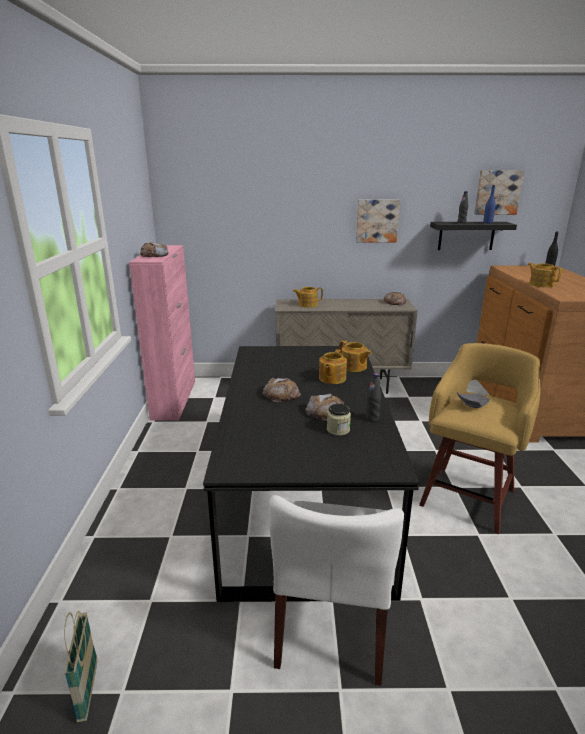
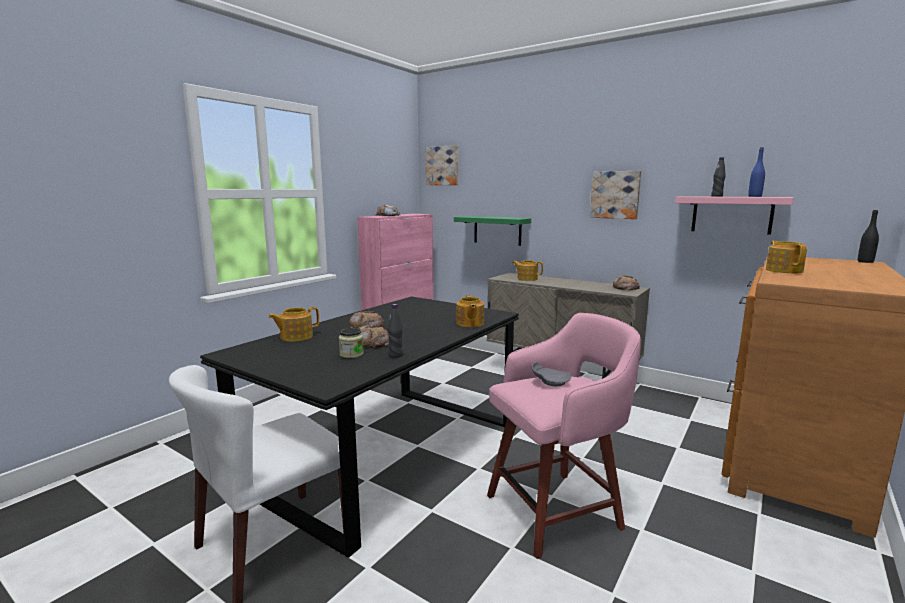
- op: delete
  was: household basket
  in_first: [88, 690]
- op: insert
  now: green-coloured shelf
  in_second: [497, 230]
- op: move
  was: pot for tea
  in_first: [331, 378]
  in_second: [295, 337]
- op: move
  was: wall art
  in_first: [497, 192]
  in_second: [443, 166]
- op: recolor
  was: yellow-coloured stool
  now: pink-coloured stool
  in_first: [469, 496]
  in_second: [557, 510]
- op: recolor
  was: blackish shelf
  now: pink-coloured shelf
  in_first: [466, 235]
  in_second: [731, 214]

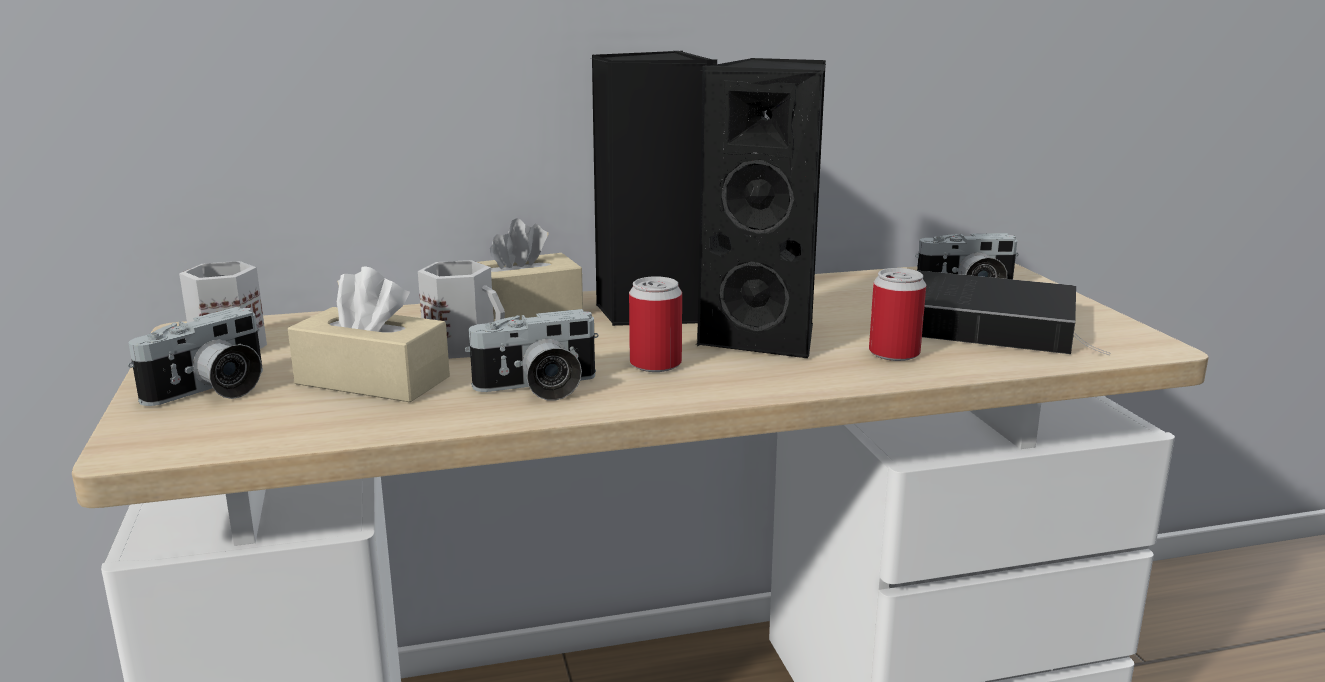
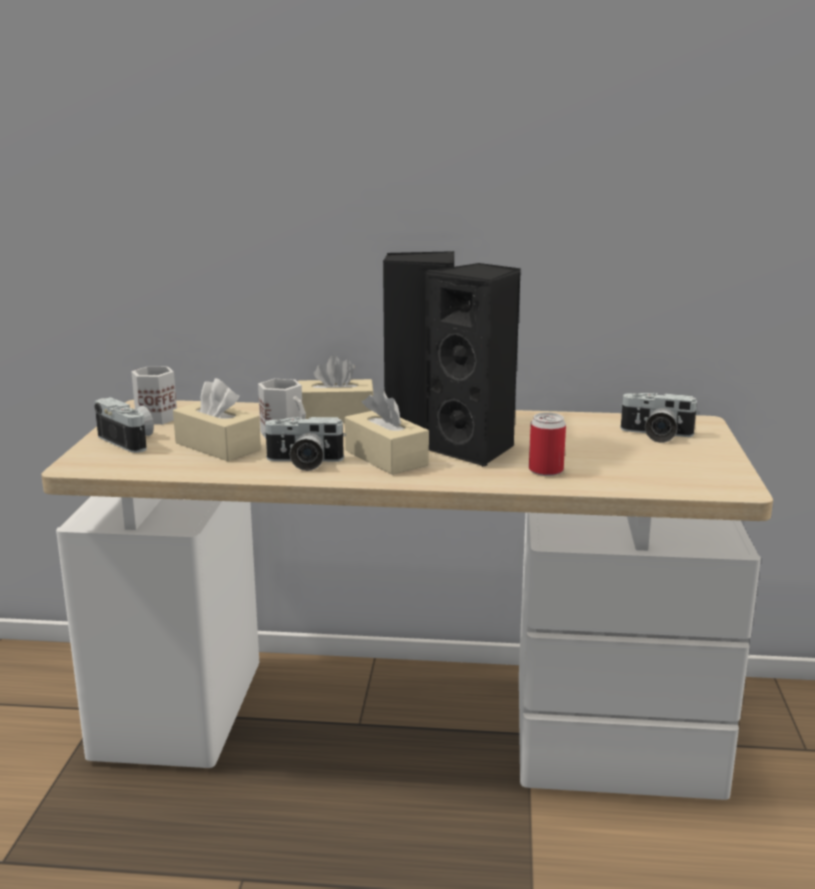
- op: delete
  was: bound book
  in_first: [987, 324]
- op: replace
  was: can
  now: sand-coloured box of tissues
  in_first: [655, 364]
  in_second: [386, 458]
- op: rotate
  was: still camera
  in_first: [212, 391]
  in_second: [131, 441]
  clockwise: -105

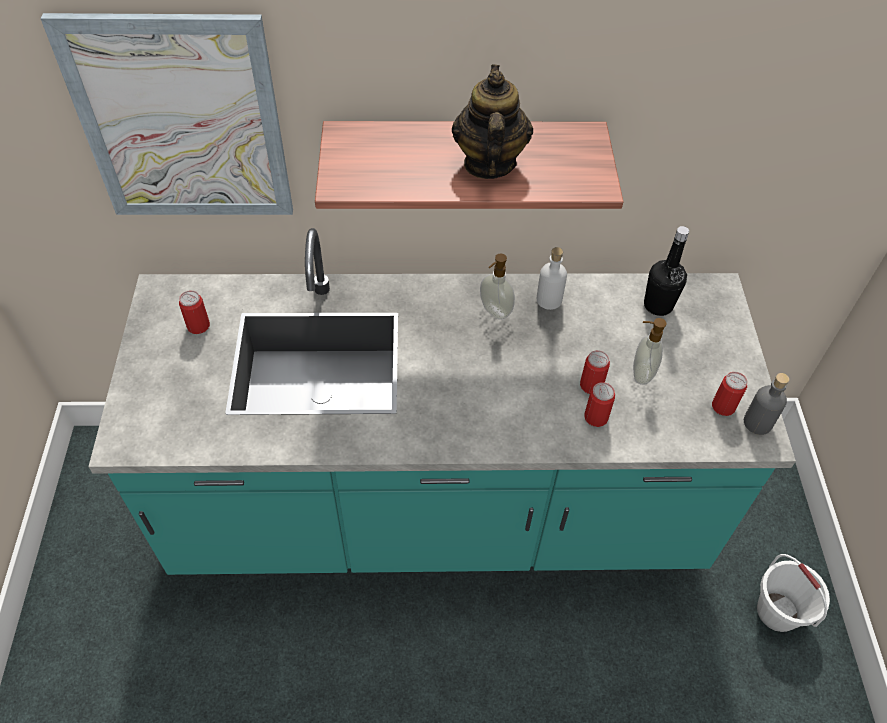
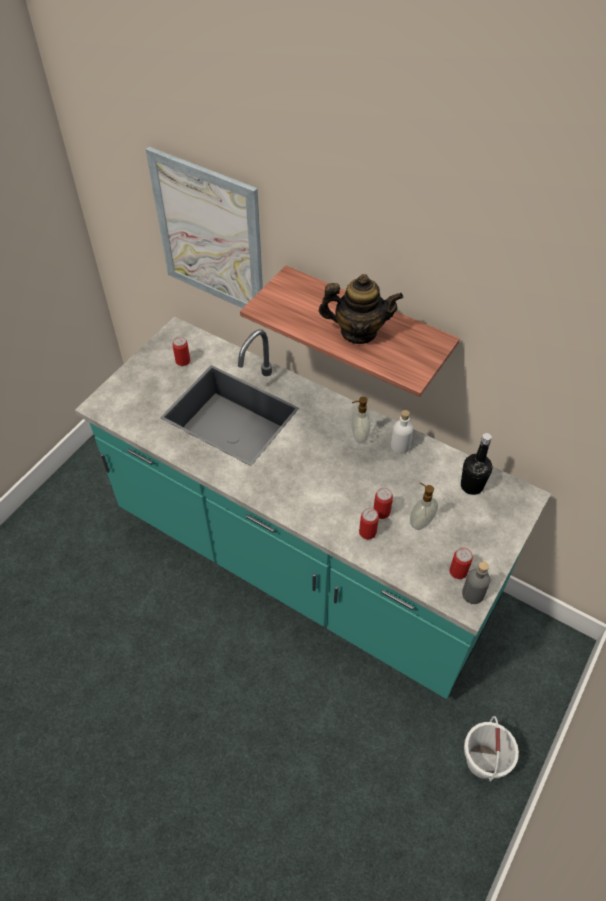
- op: rotate
  was: pot for tea
  in_first: [489, 163]
  in_second: [358, 332]
  clockwise: 60

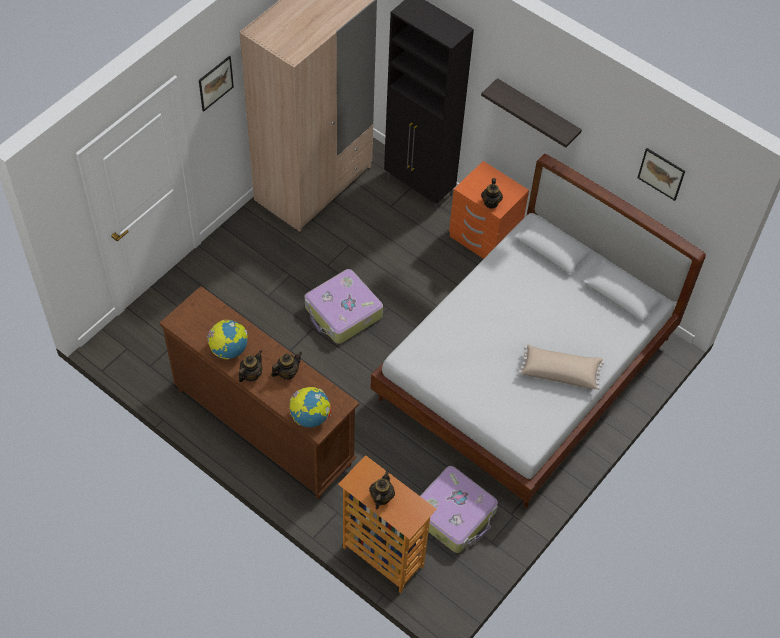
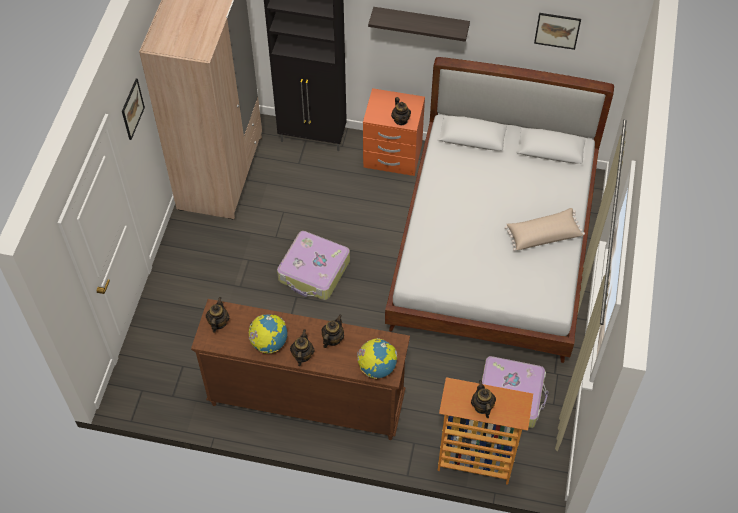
- op: insert
  now: pot for tea
  in_second: [218, 323]

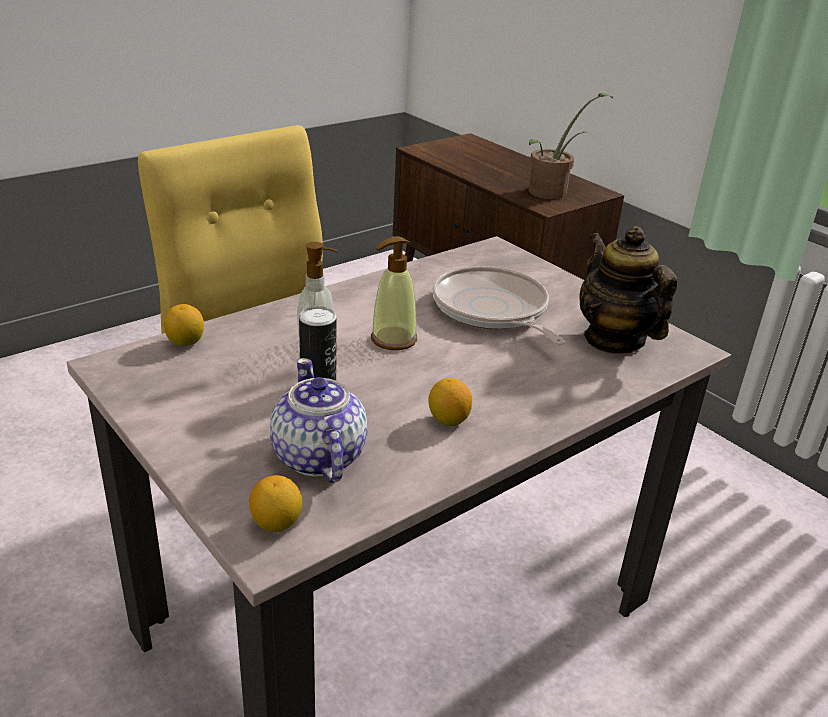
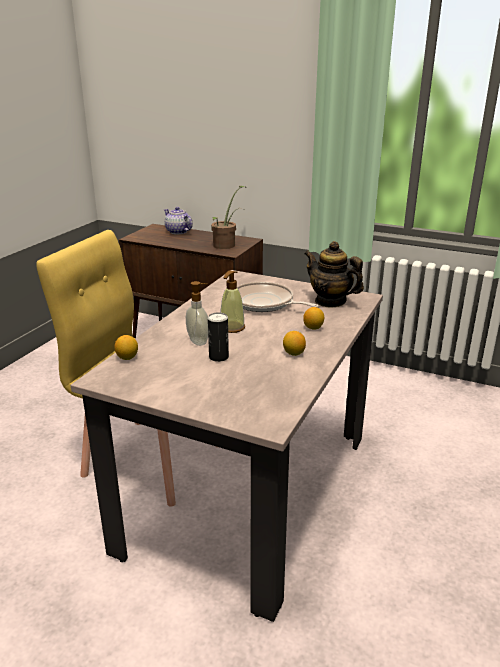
- op: move
  was: citrus fruit
  in_first: [276, 523]
  in_second: [313, 328]
- op: move
  was: pot for tea
  in_first: [318, 457]
  in_second: [178, 232]

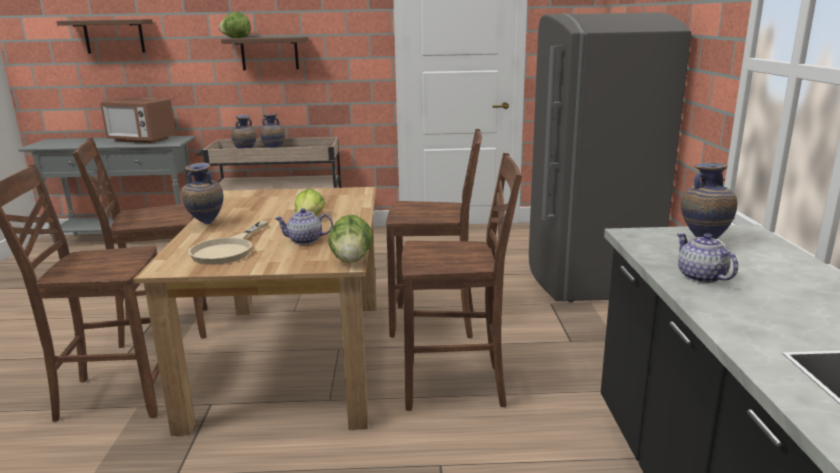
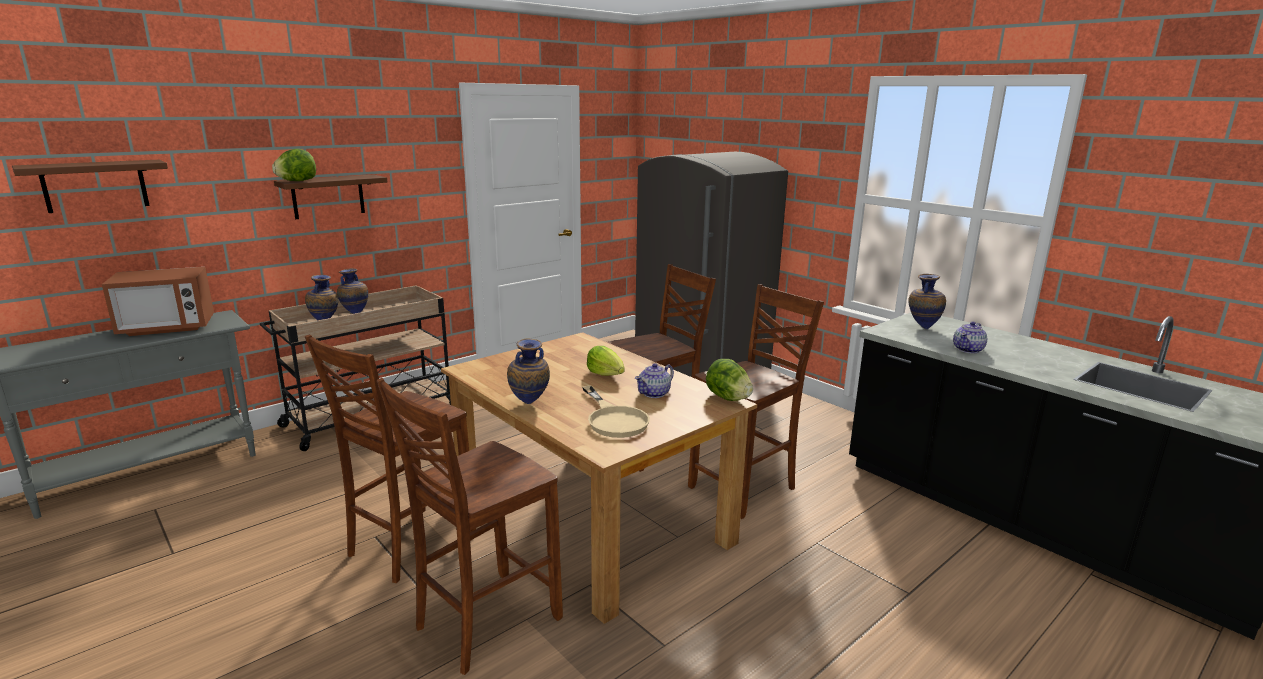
- op: rotate
  was: pot for tea
  in_first: [701, 277]
  in_second: [968, 350]
  clockwise: -75

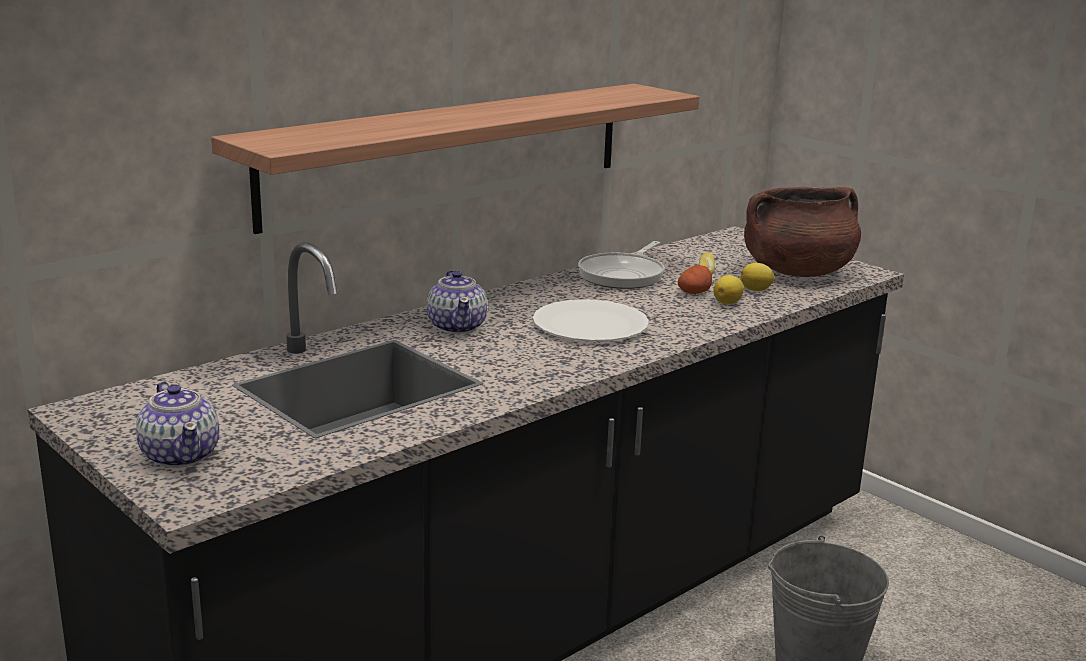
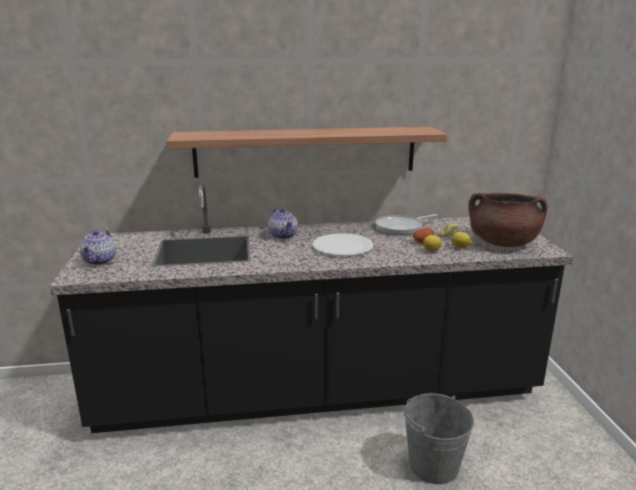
- op: rotate
  was: pot for tea
  in_first: [457, 326]
  in_second: [283, 235]
  clockwise: -45

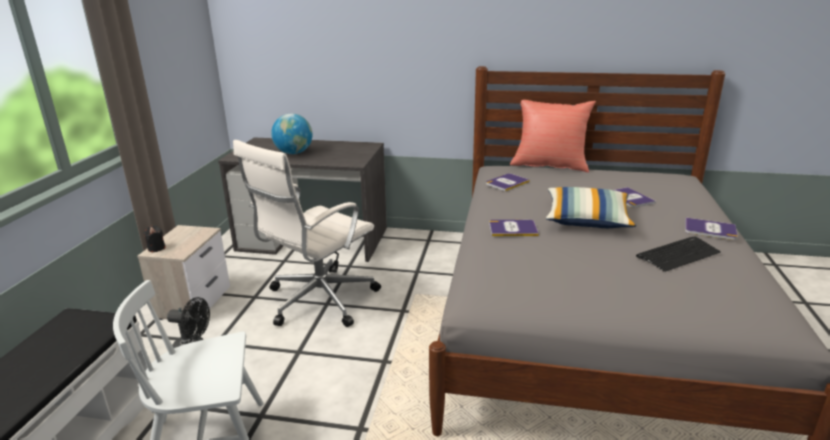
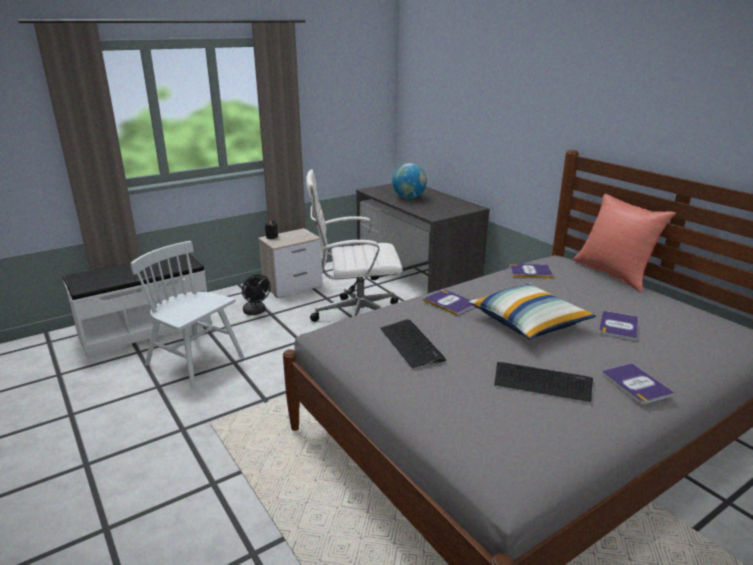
- op: insert
  now: keyboard
  in_second: [412, 344]

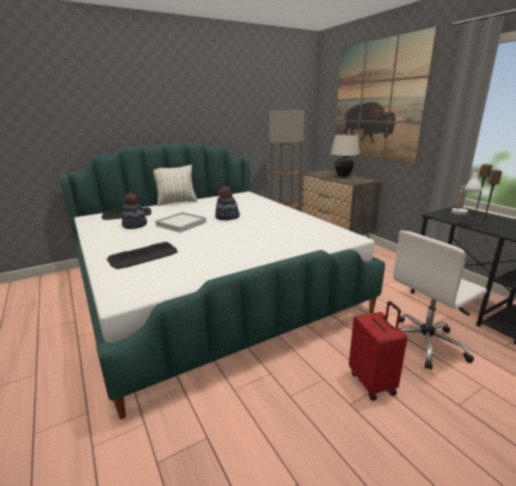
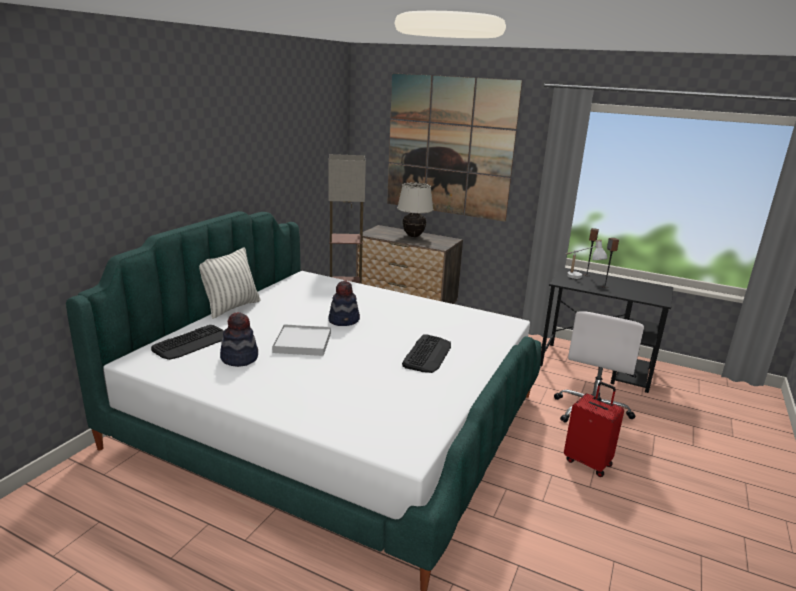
- op: move
  was: keyboard
  in_first: [144, 256]
  in_second: [427, 354]

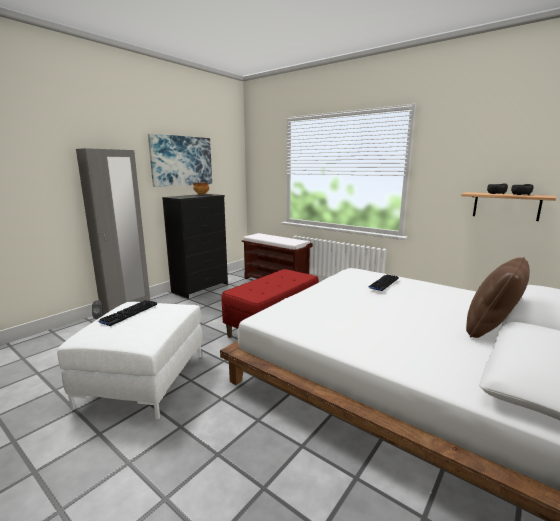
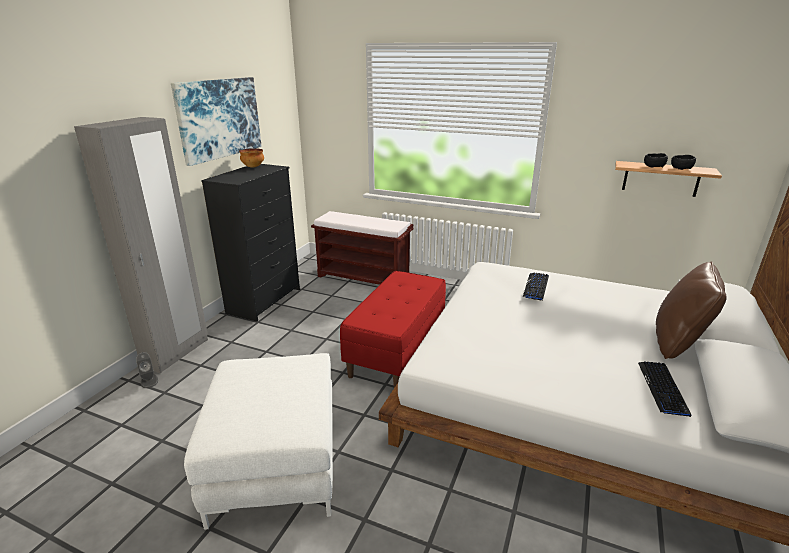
- op: move
  was: keyboard
  in_first: [128, 313]
  in_second: [662, 388]

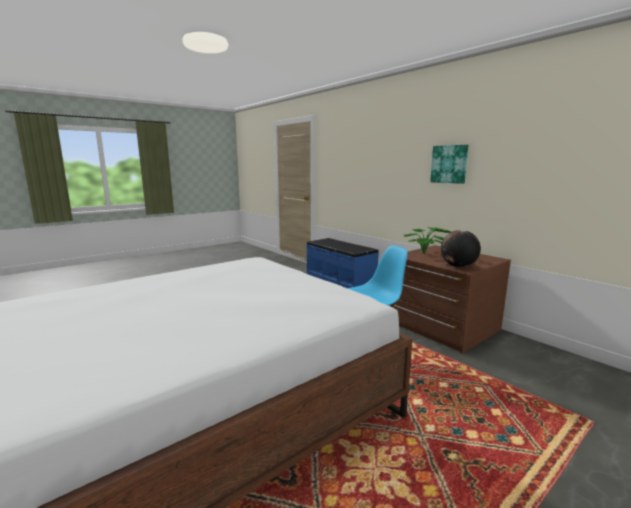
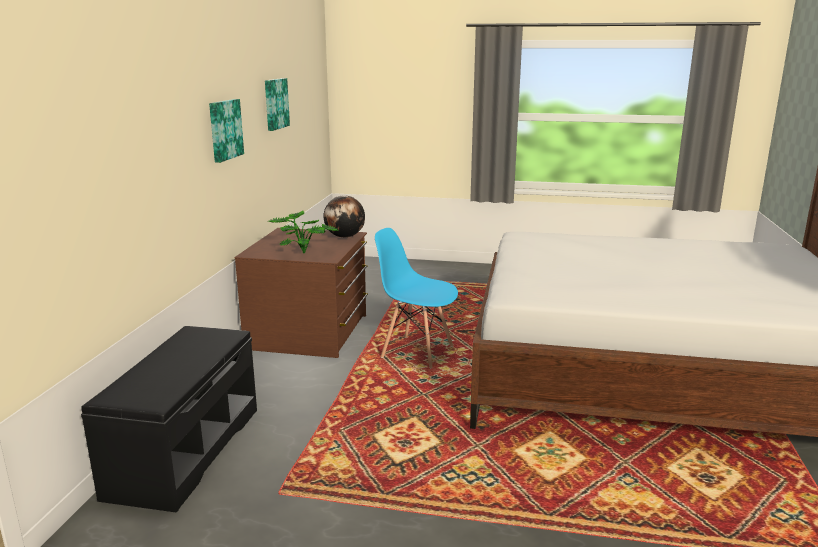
- op: insert
  now: wall art
  in_second: [275, 103]
- op: recolor
  was: blue bench
  now: blackish bench
  in_first: [340, 282]
  in_second: [184, 451]

